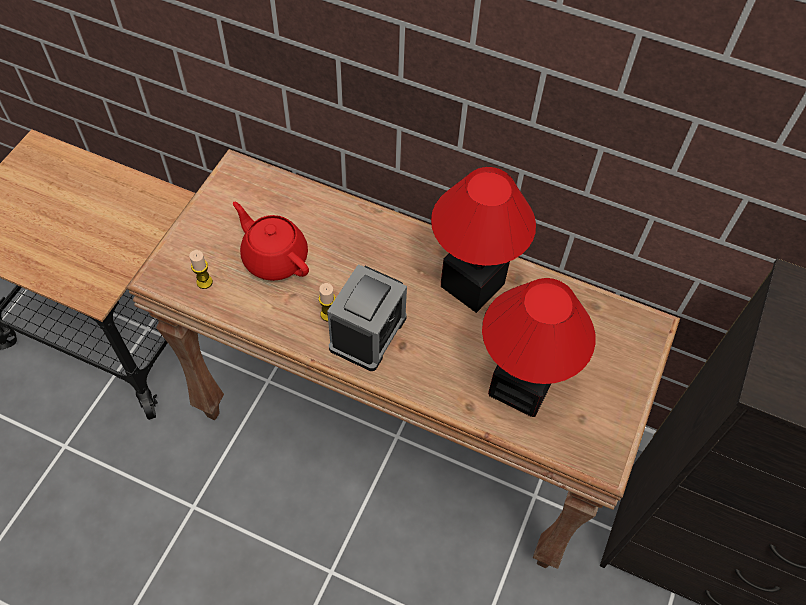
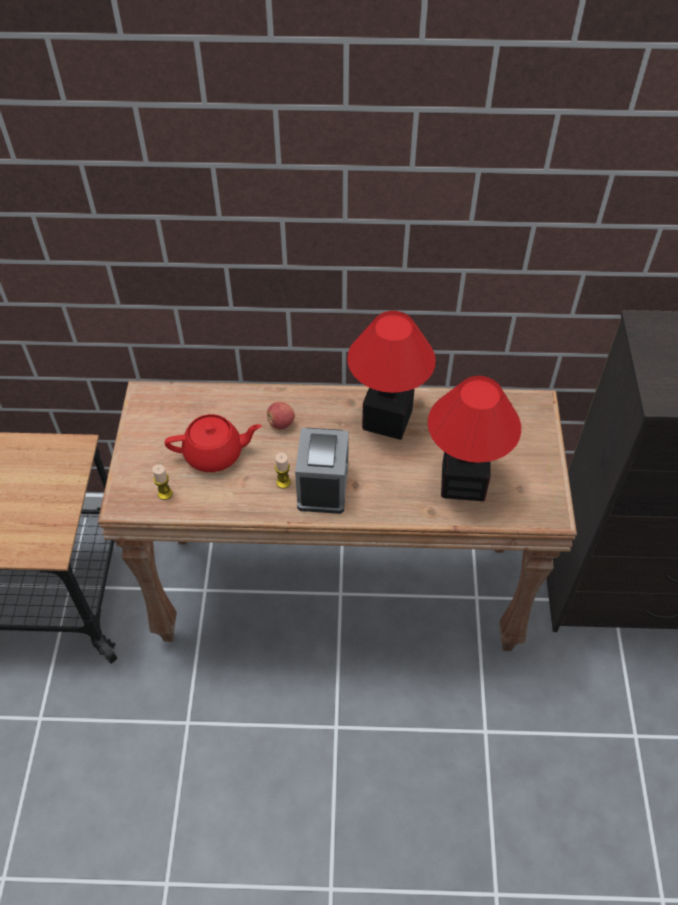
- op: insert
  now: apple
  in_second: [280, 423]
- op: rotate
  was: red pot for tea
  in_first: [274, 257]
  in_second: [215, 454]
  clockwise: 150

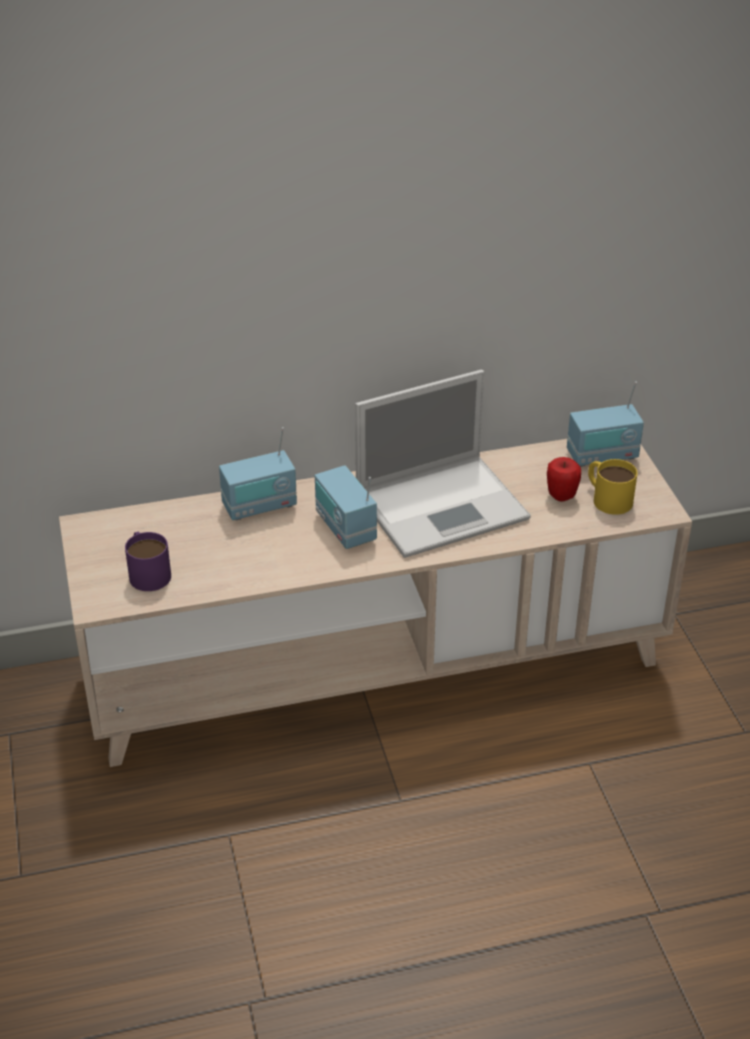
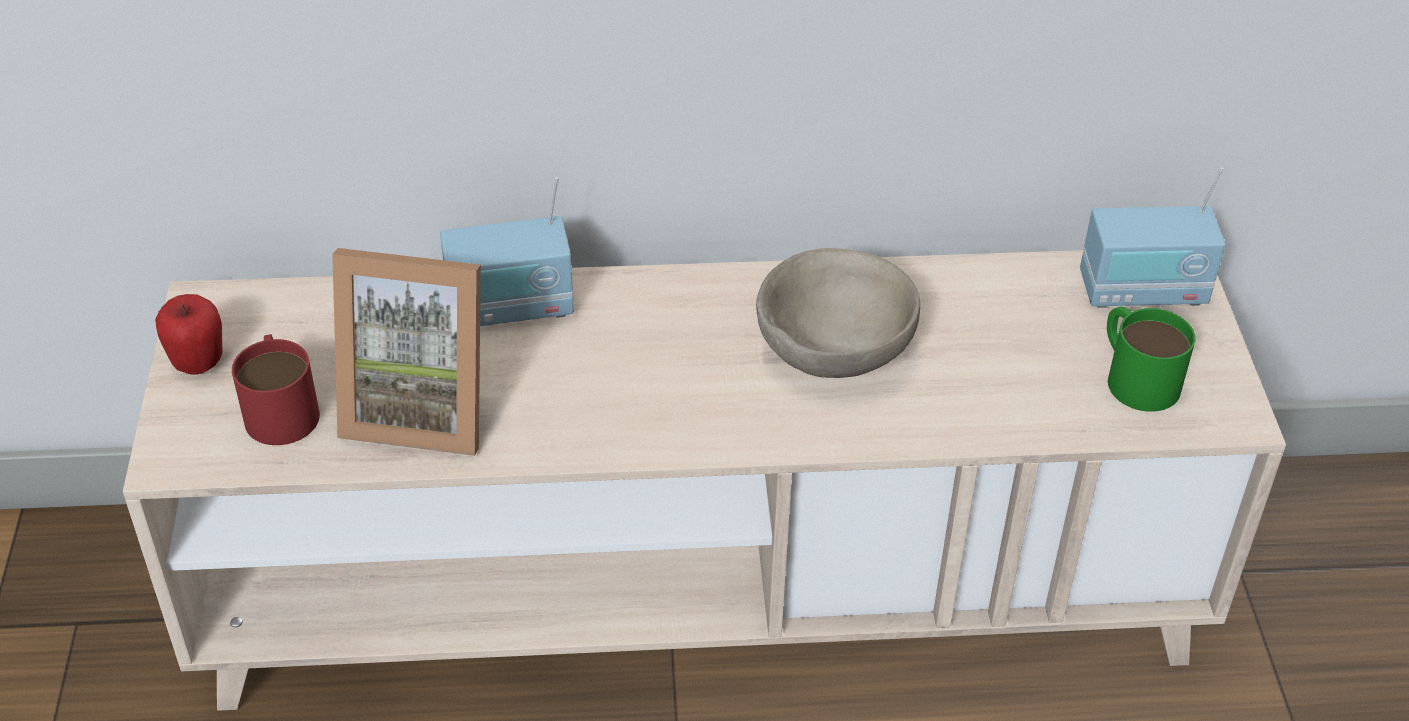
- op: delete
  was: radio
  in_first: [345, 528]
- op: insert
  now: picture frame
  in_second: [421, 408]
- op: move
  was: apple
  in_first: [561, 496]
  in_second: [199, 363]
- op: replace
  was: portable computer
  now: sand-coloured bowl
  in_first: [444, 505]
  in_second: [834, 350]
- op: recolor
  was: purple-coloured mug
  now: red mug
  in_first: [147, 571]
  in_second: [281, 406]
- op: recolor
  was: yellow-coloured mug
  now: green-coloured mug
  in_first: [607, 497]
  in_second: [1134, 375]

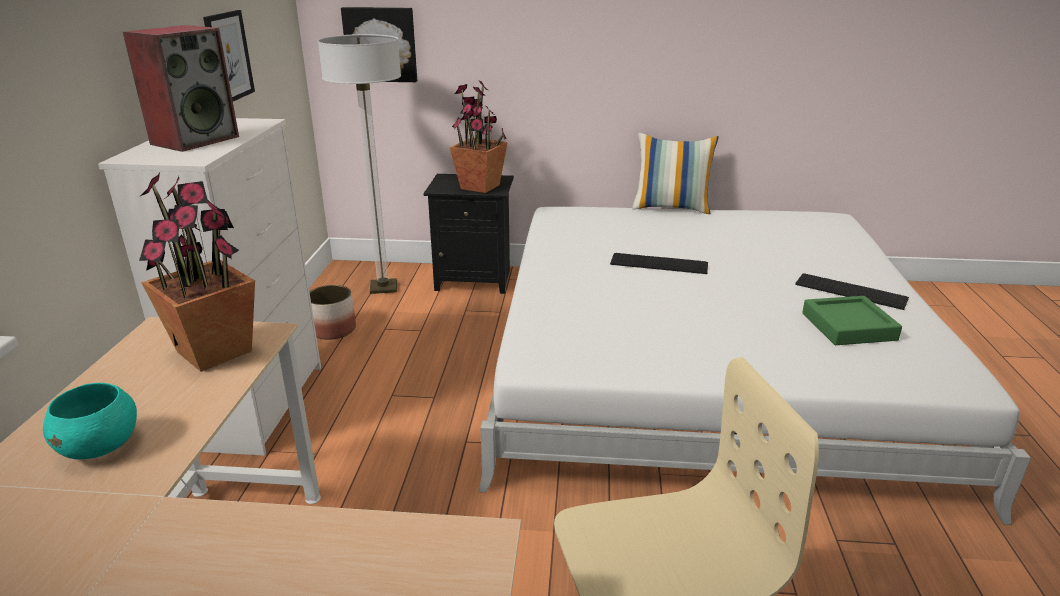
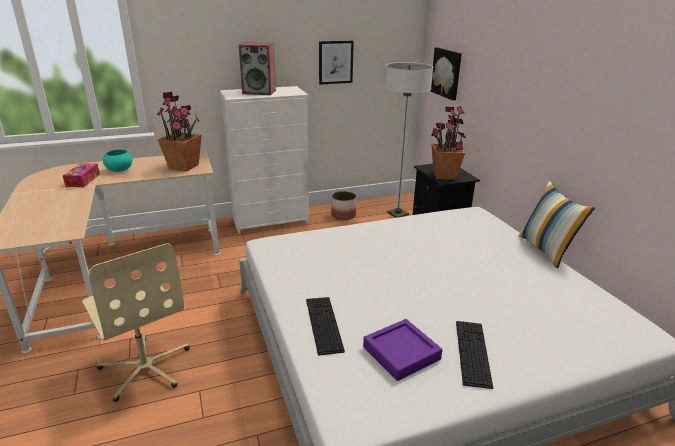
- op: insert
  now: box of tissues
  in_second: [83, 180]
- op: move
  was: keyboard
  in_first: [659, 263]
  in_second: [324, 324]
- op: recolor
  was: green-coloured carrying tray
  now: purple-coloured carrying tray
  in_first: [848, 326]
  in_second: [401, 353]

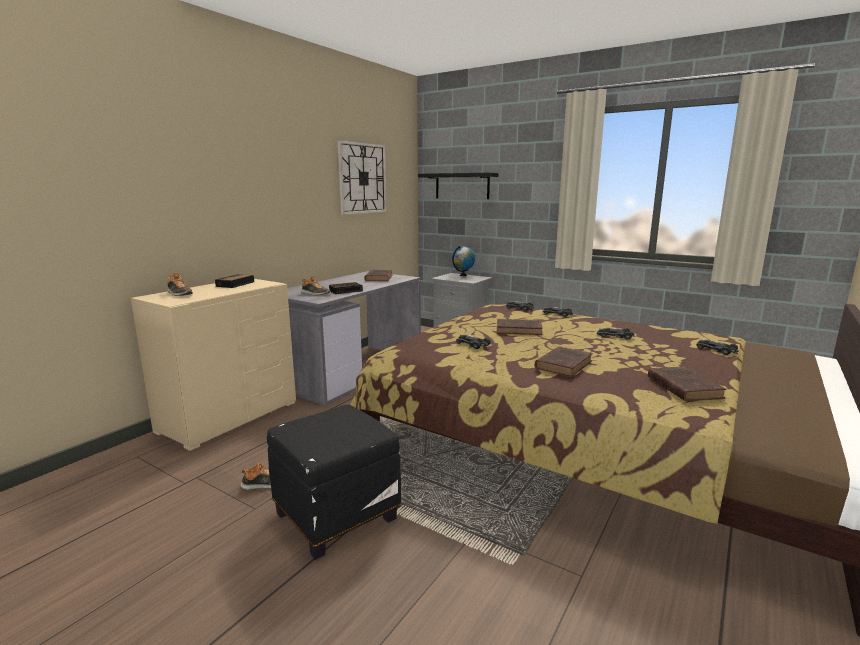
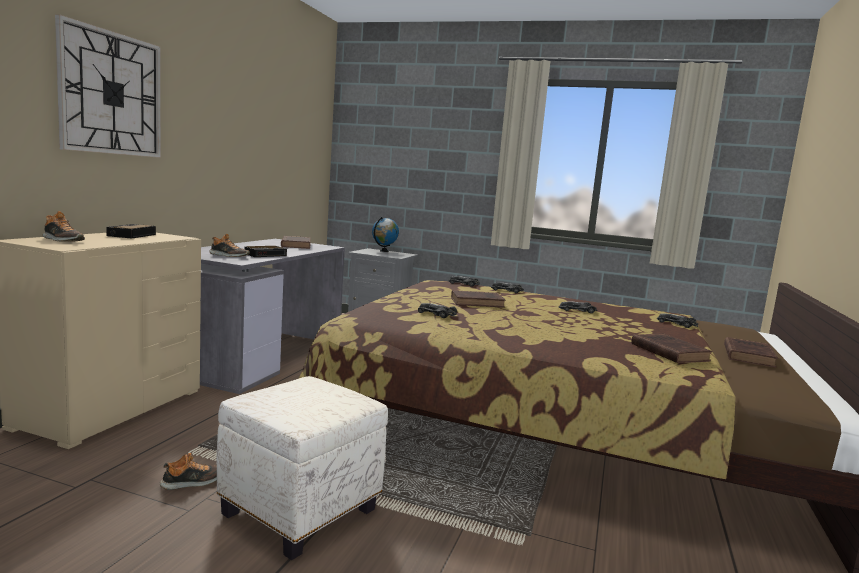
- op: delete
  was: blackish shelf
  in_first: [462, 186]
- op: move
  was: clock on the wall
  in_first: [362, 178]
  in_second: [111, 94]
- op: move
  was: brown bound book
  in_first: [564, 364]
  in_second: [748, 355]
- op: recolor
  was: blackish ottoman
  now: white ottoman
  in_first: [337, 514]
  in_second: [300, 510]

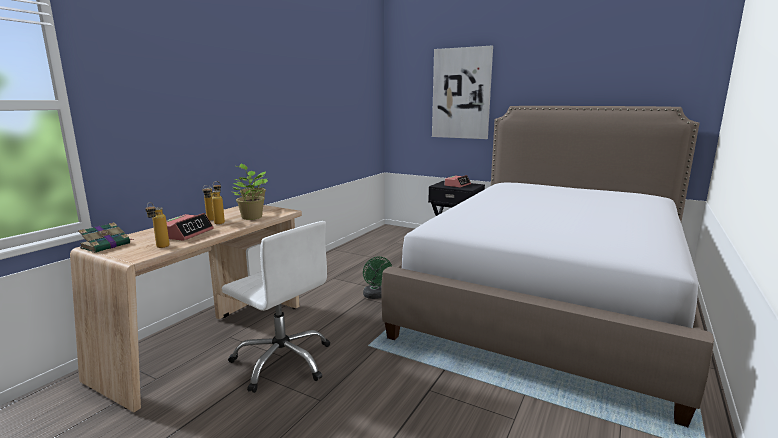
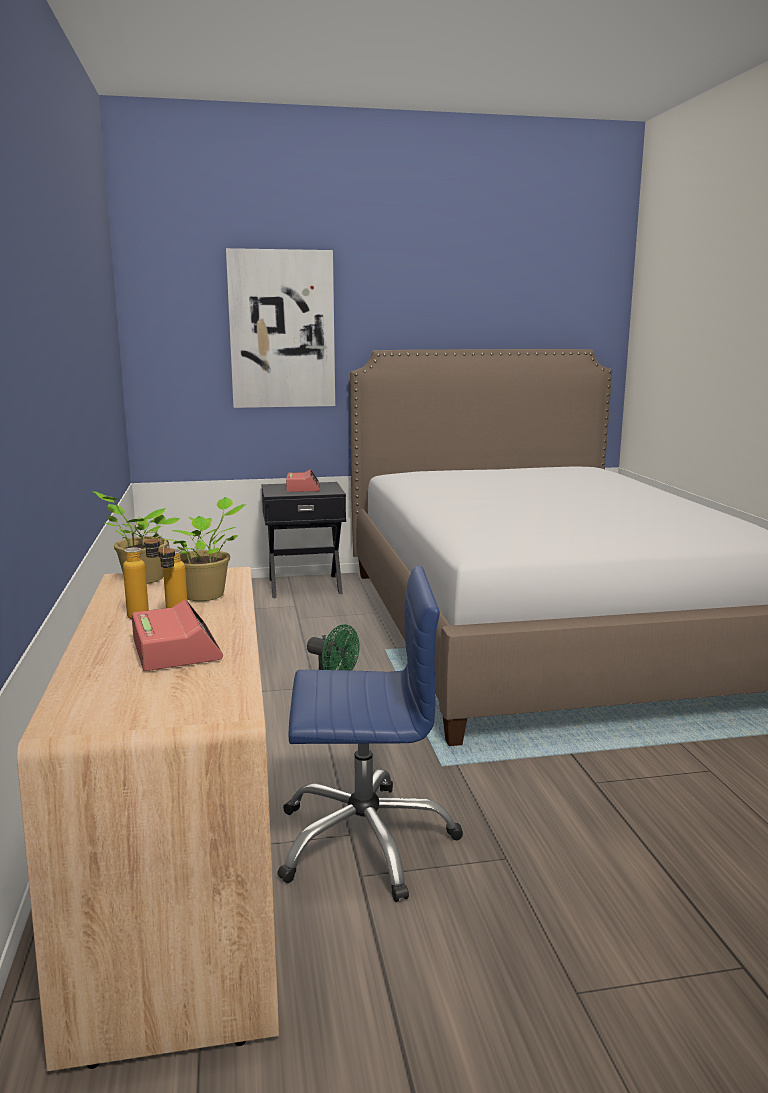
- op: delete
  was: bound book
  in_first: [107, 245]
- op: delete
  was: drink bottle
  in_first: [160, 248]
- op: recolor
  was: white computer chair
  now: blue computer chair
  in_first: [283, 361]
  in_second: [364, 840]

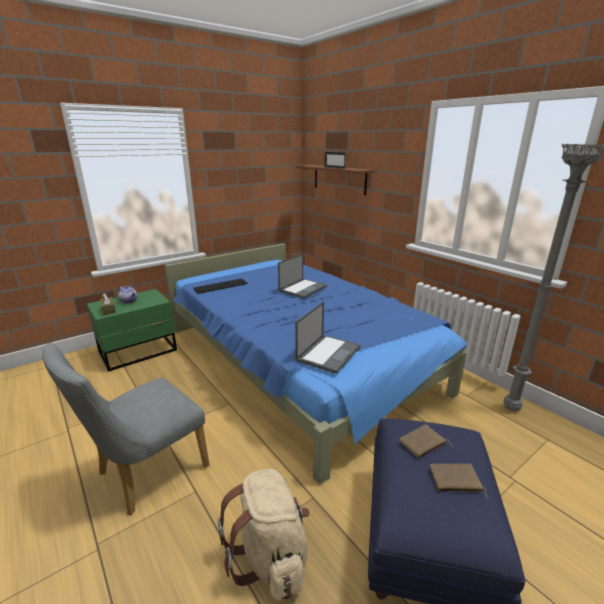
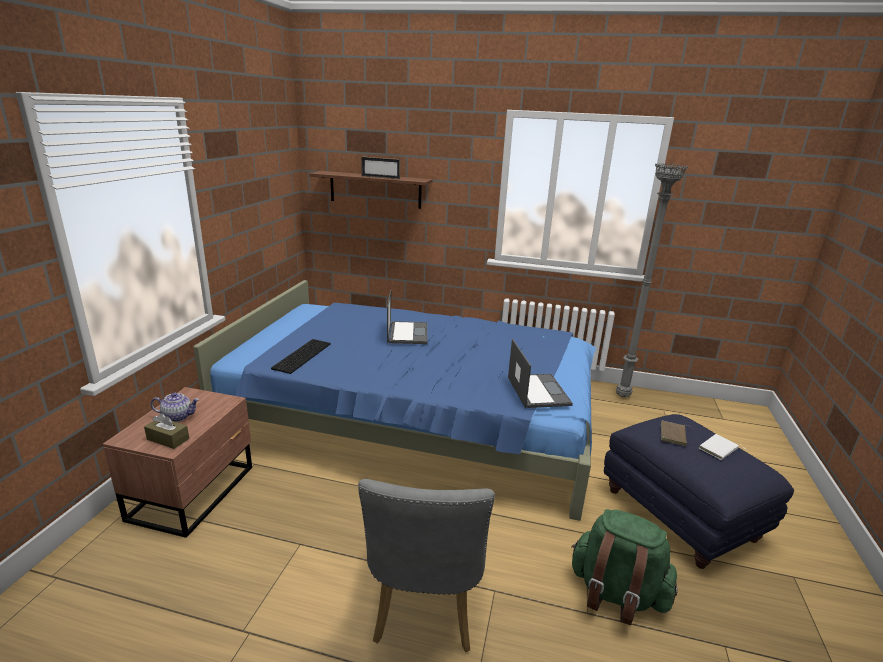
- op: recolor
  was: green-coloured bedside table
  now: brown bedside table
  in_first: [139, 351]
  in_second: [195, 492]
- op: recolor
  was: sand-coloured rucksack
  now: green-coloured rucksack
  in_first: [270, 556]
  in_second: [616, 594]
- op: recolor
  was: brown bound book
  now: white bound book
  in_first: [455, 481]
  in_second: [719, 449]

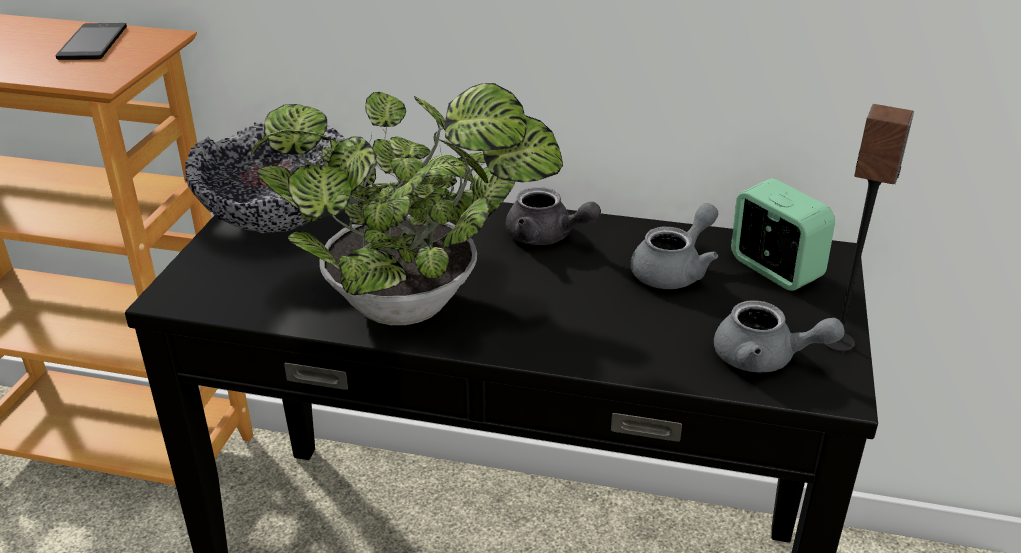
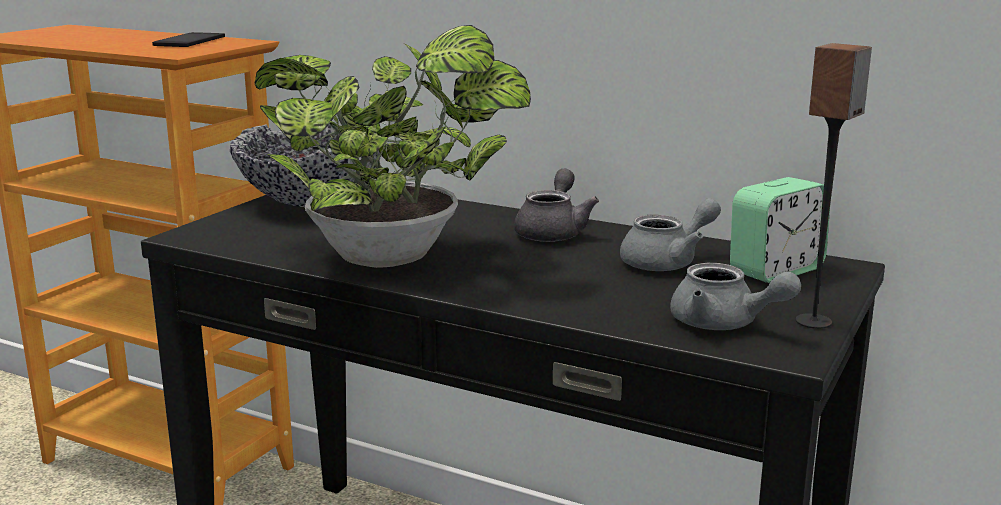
- op: rotate
  was: gray pot for tea
  in_first: [546, 237]
  in_second: [553, 232]
  clockwise: -120
- op: rotate
  was: table clock
  in_first: [774, 269]
  in_second: [776, 271]
  clockwise: 75

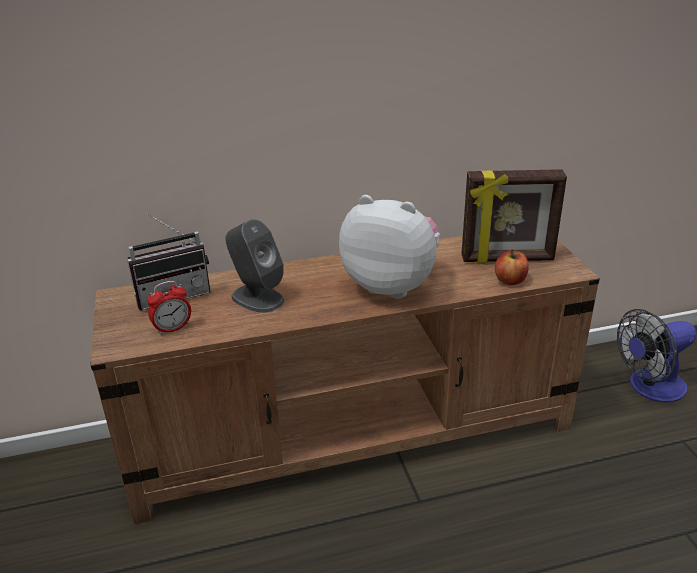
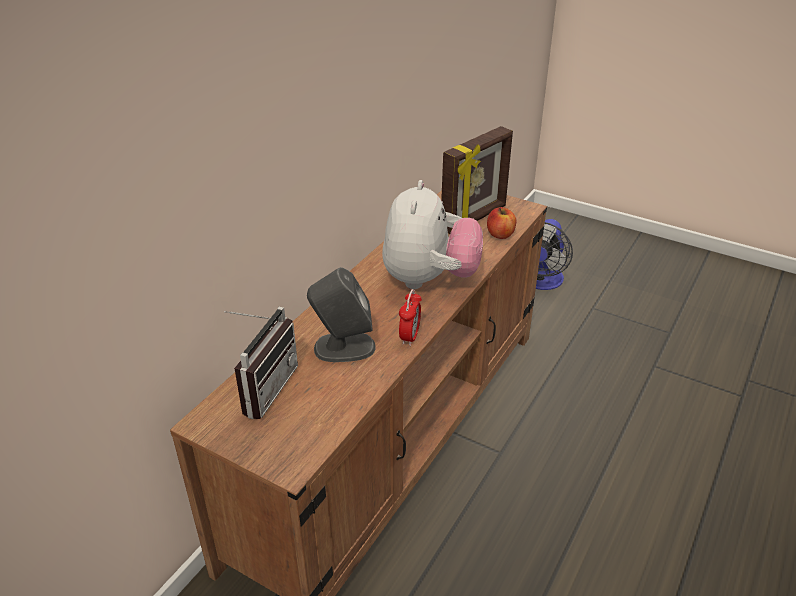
- op: move
  was: table clock
  in_first: [172, 329]
  in_second: [410, 337]
- op: rotate
  was: soft toy
  in_first: [391, 285]
  in_second: [429, 279]
  clockwise: 120

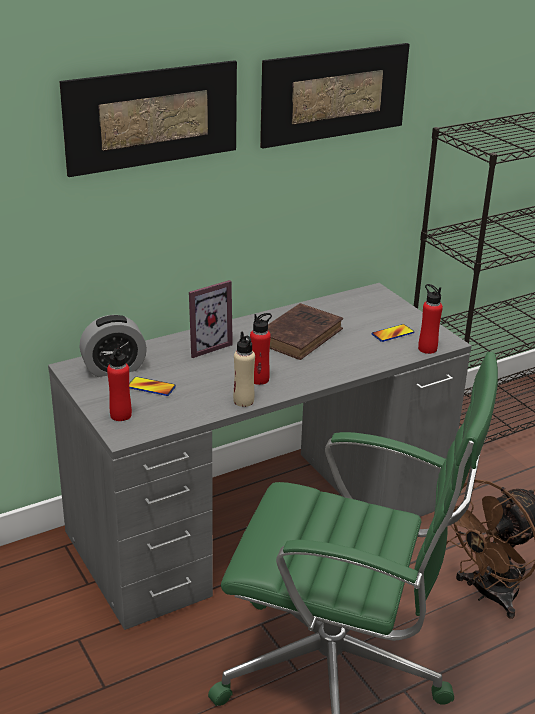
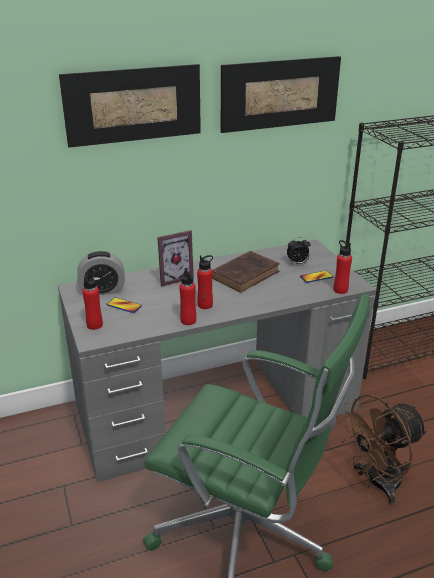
- op: insert
  now: table clock
  in_second: [297, 263]
- op: recolor
  was: sand-coloured drink bottle
  now: red drink bottle
  in_first: [243, 401]
  in_second: [188, 320]

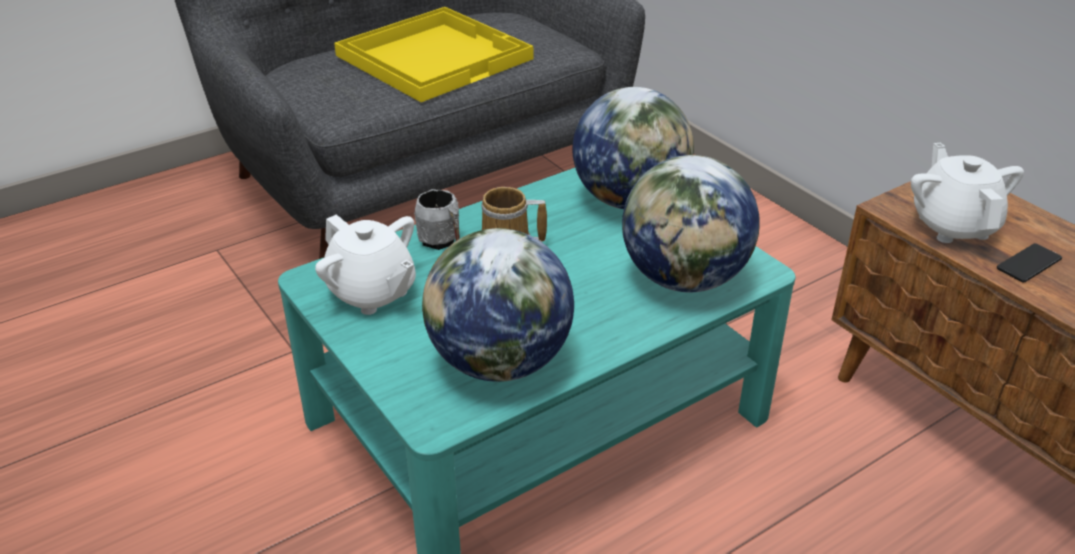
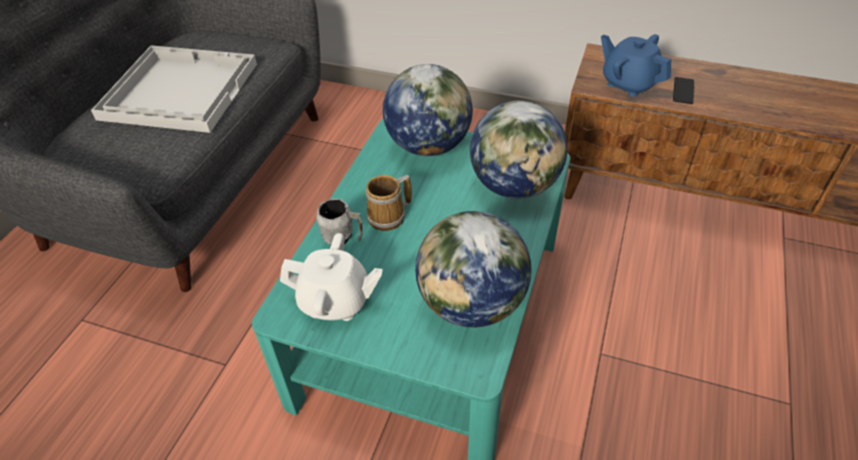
- op: recolor
  was: yellow-coloured carrying tray
  now: white carrying tray
  in_first: [434, 56]
  in_second: [179, 90]
- op: recolor
  was: white pot for tea
  now: blue pot for tea
  in_first: [953, 226]
  in_second: [629, 83]

